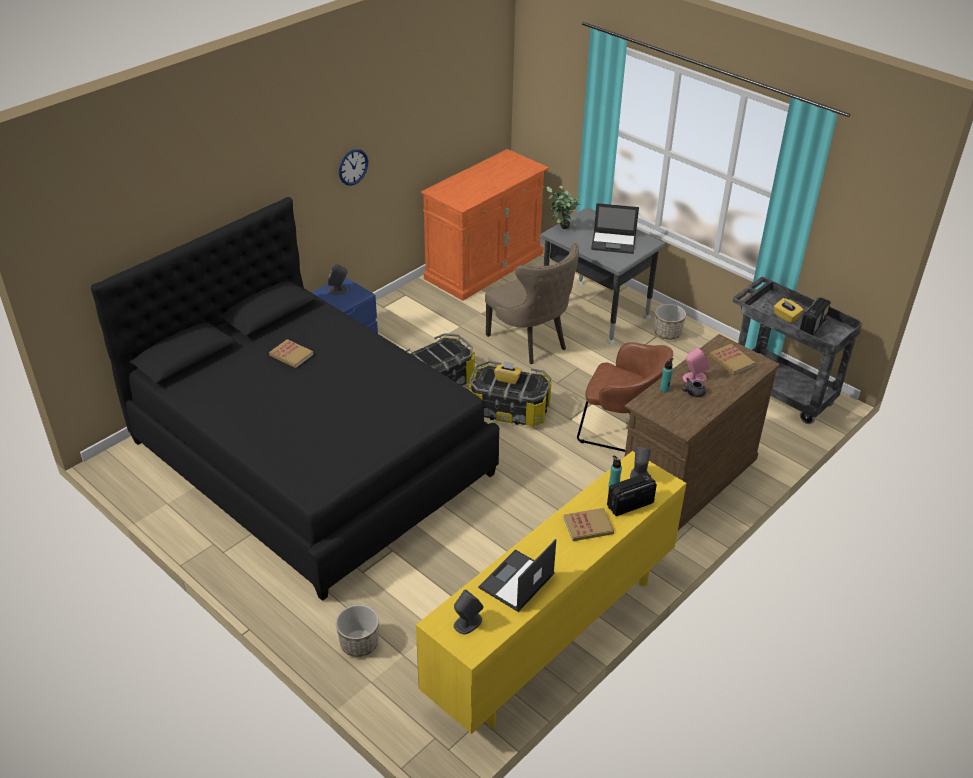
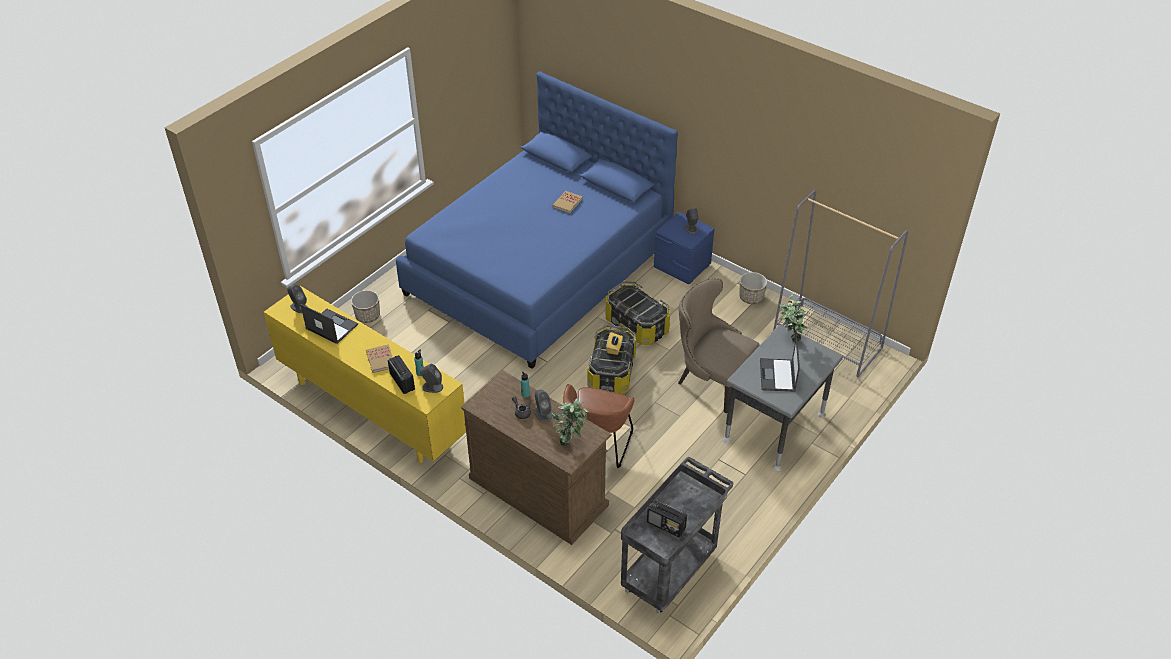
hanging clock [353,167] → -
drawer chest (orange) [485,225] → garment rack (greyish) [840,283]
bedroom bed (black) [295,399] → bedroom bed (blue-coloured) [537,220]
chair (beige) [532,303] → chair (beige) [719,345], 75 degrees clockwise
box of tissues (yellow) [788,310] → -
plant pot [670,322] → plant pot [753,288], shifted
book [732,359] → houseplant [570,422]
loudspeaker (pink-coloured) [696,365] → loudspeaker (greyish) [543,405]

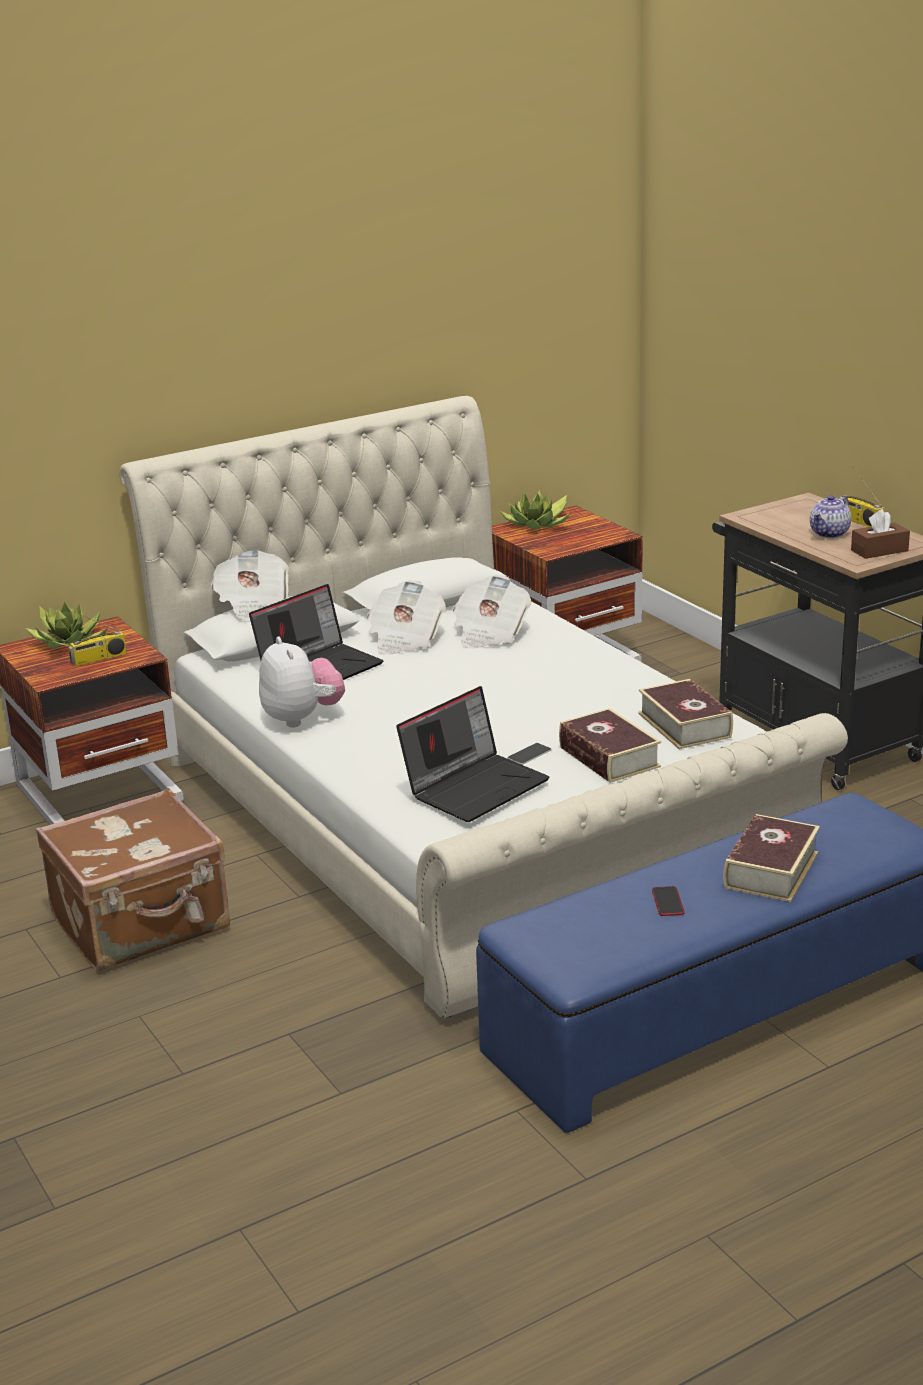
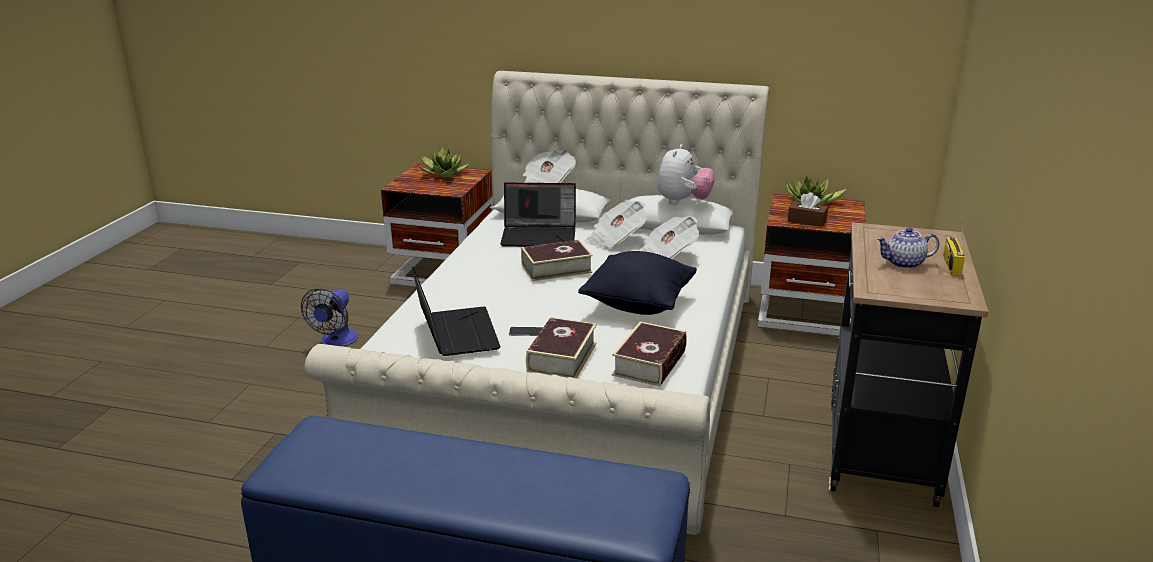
box of tissues (brown) [880,534] → box of tissues (brown) [808,209], shifted
radio receiver [97,639] → -
soft toy [302,682] → soft toy [686,174], shifted
notebook computer [473,754] → notebook computer [456,311], 105 degrees counterclockwise
piece of luggage (brown) [133,879] → fan [329,318]
book [771,858] → book [556,260], shifted
phone [668,901] → -
- → throw pillow (black) [637,283]

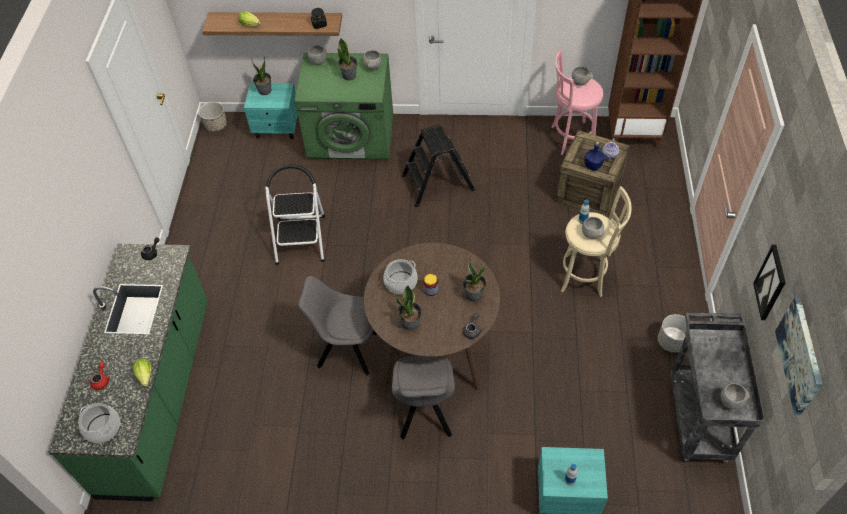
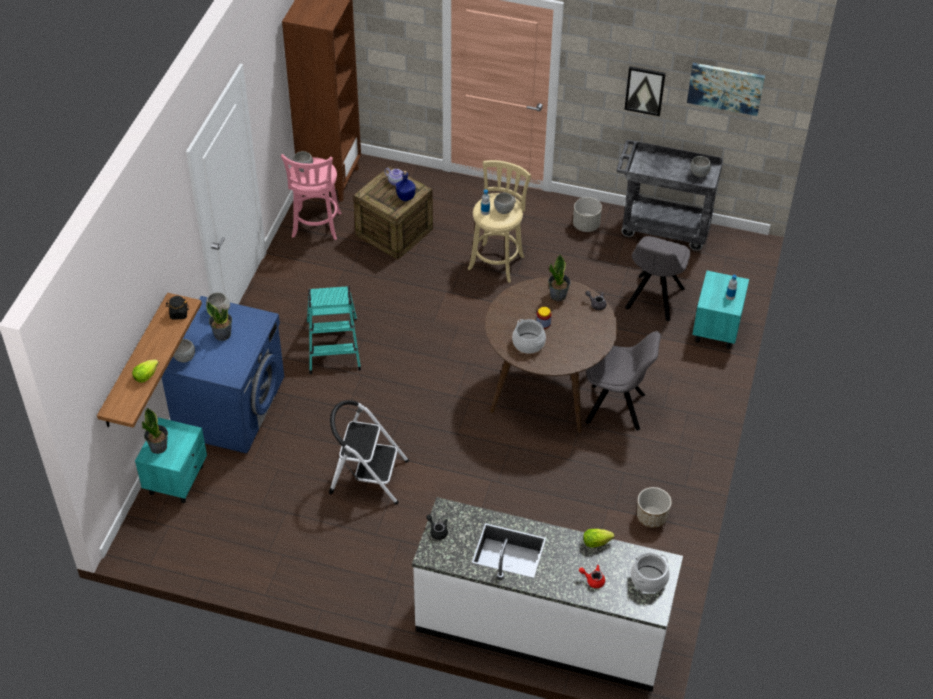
laundry machine (green-coloured) [343,106] → laundry machine (blue-coloured) [222,374]
plant pot [212,117] → plant pot [654,507], shifted
stepladder (black) [438,165] → stepladder (turquoise) [334,330]
kitchen base unit (green-coloured) [128,373] → kitchen base unit (white) [547,594]
chair (greyish) [337,325] → chair (greyish) [657,278], shifted
houseplant [409,308] → -

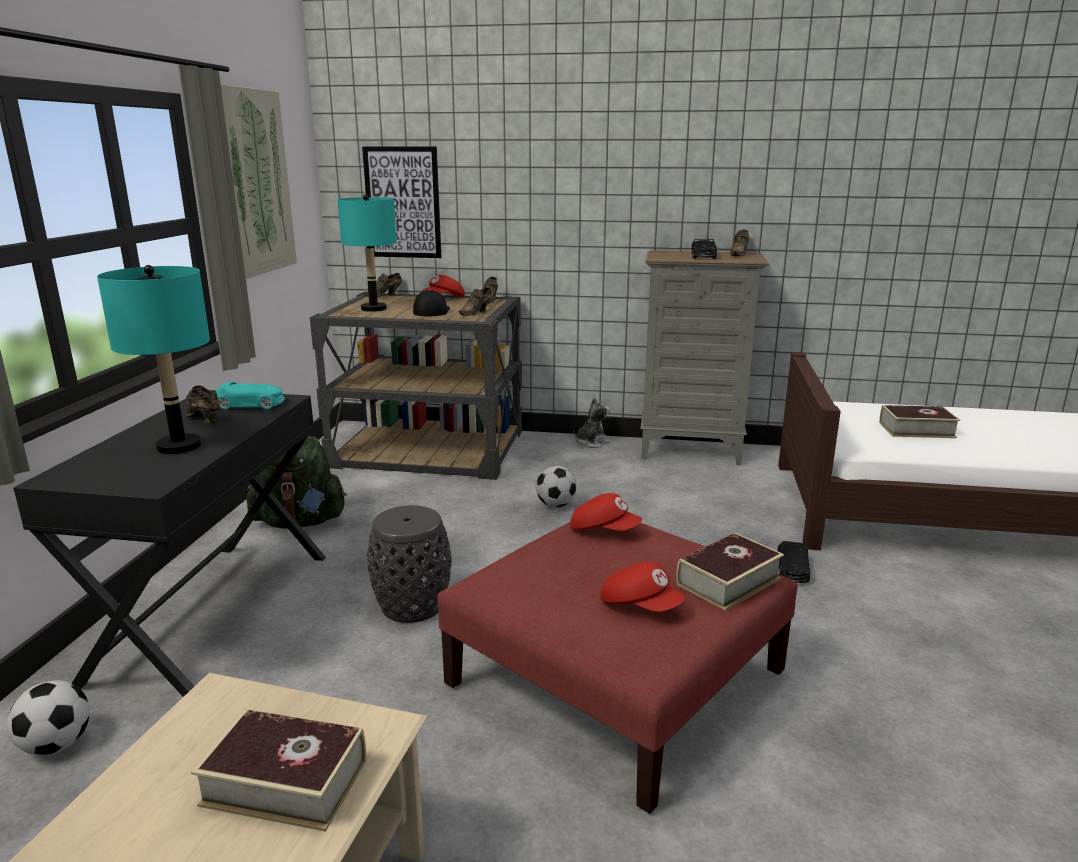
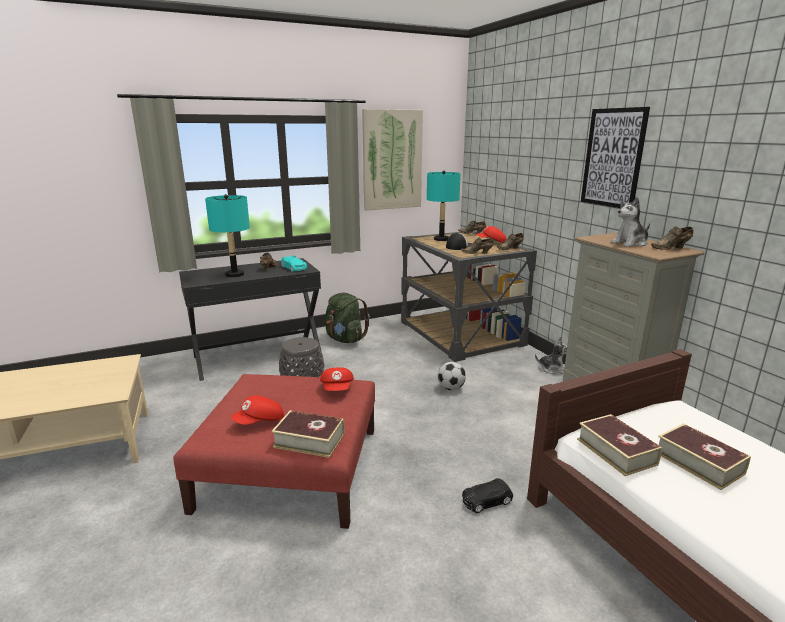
picture [401,202] → picture [615,157], shifted
model car (black) [704,249] → soft toy [630,222]
cap (reddish) [642,587] → cap (reddish) [257,410], 45 degrees clockwise
football ball [48,718] → -
book [278,770] → book [619,445], shifted

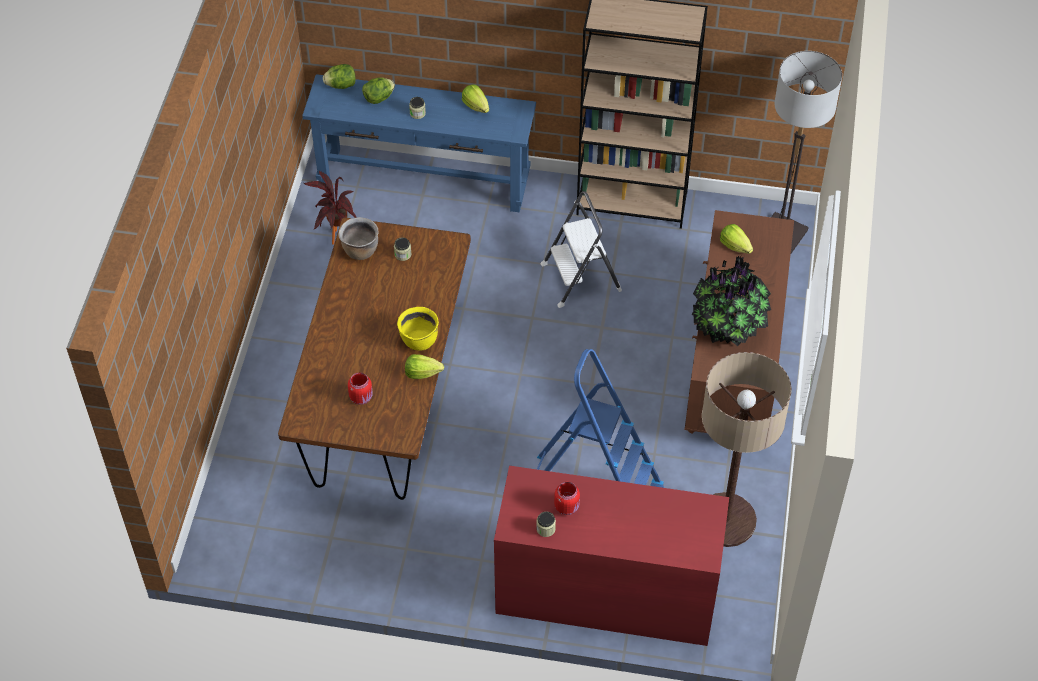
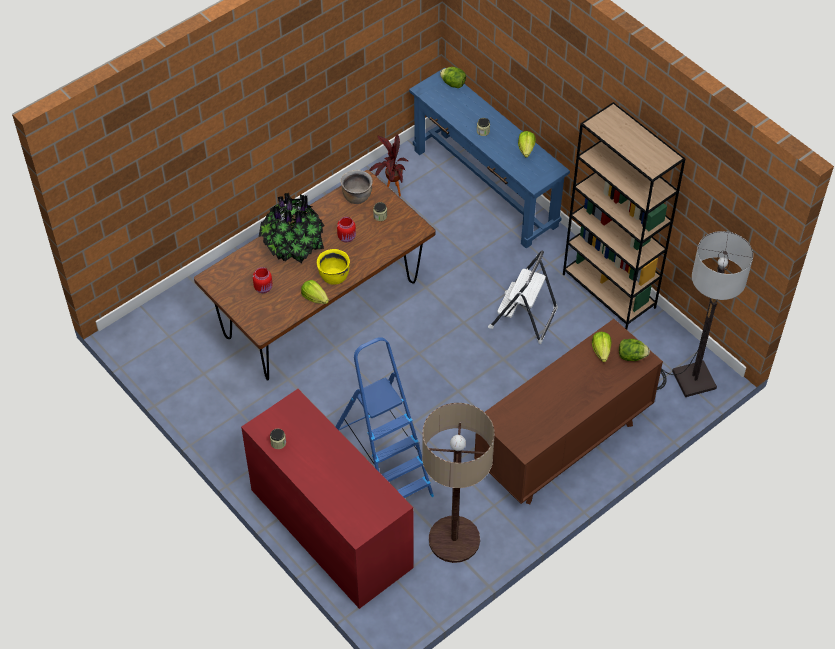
lettuce [378,90] → lettuce [634,350], shifted
houseplant [731,301] → houseplant [291,228], shifted
storage jar (reddish) [567,498] → storage jar (reddish) [346,229], shifted

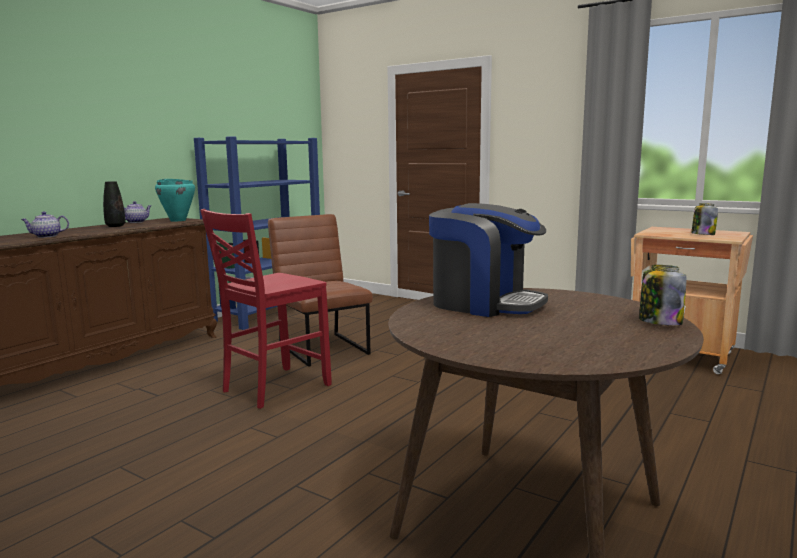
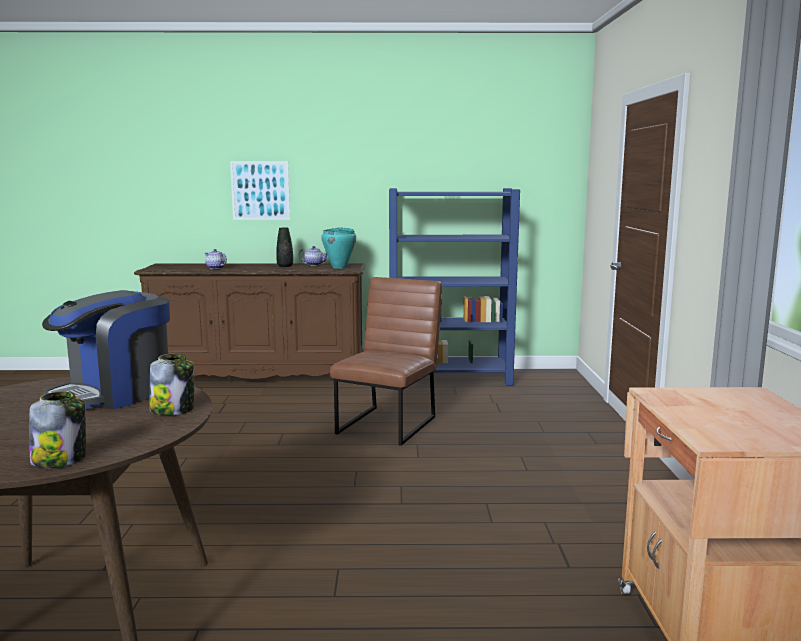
coffee brewer [488,260] → coffee brewer [106,349], 45 degrees clockwise
storage jar [704,219] → storage jar [172,384], shifted
chair (reddish) [266,309] → -
- → picture [260,190]

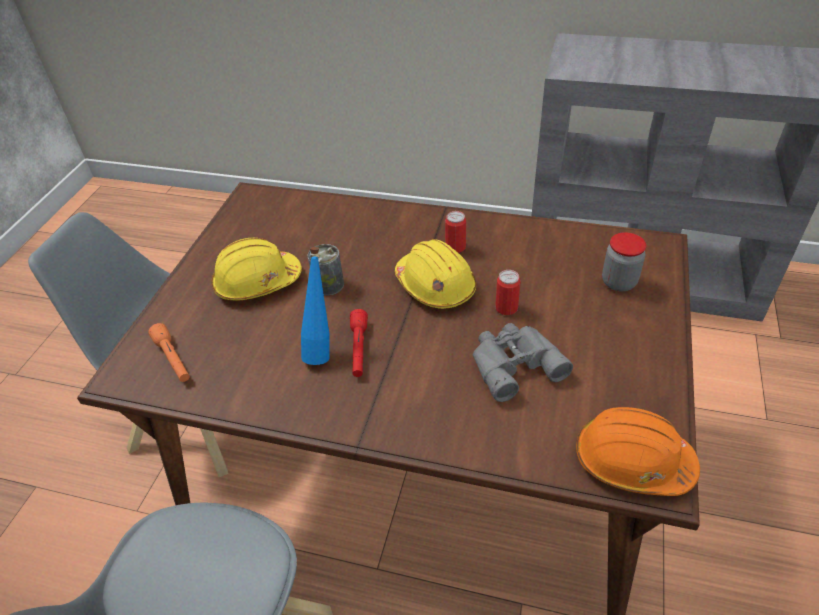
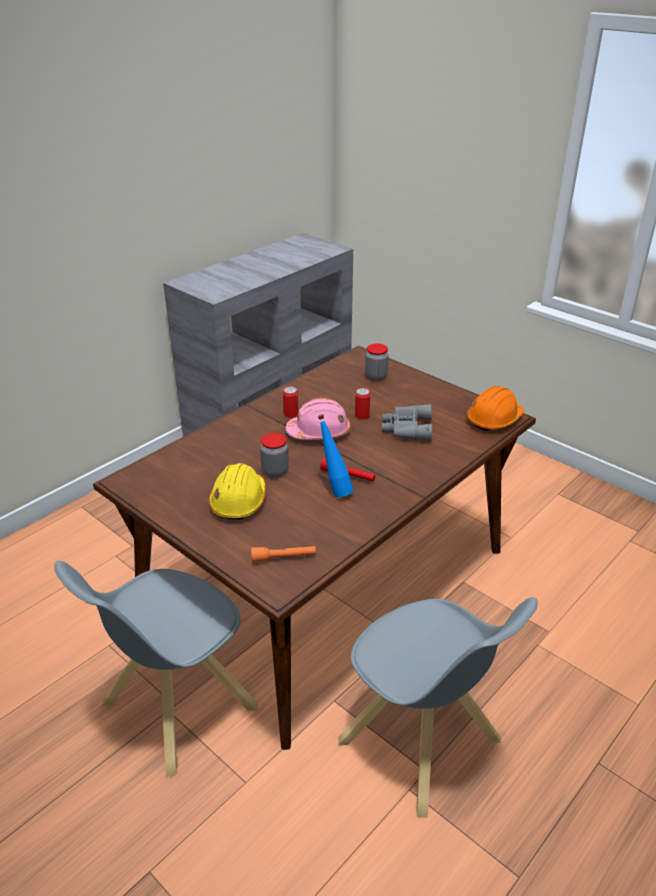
hard hat (yellow) [435,274] → hard hat (pink-coloured) [318,419]
sealed can [325,270] → storage jar [274,455]

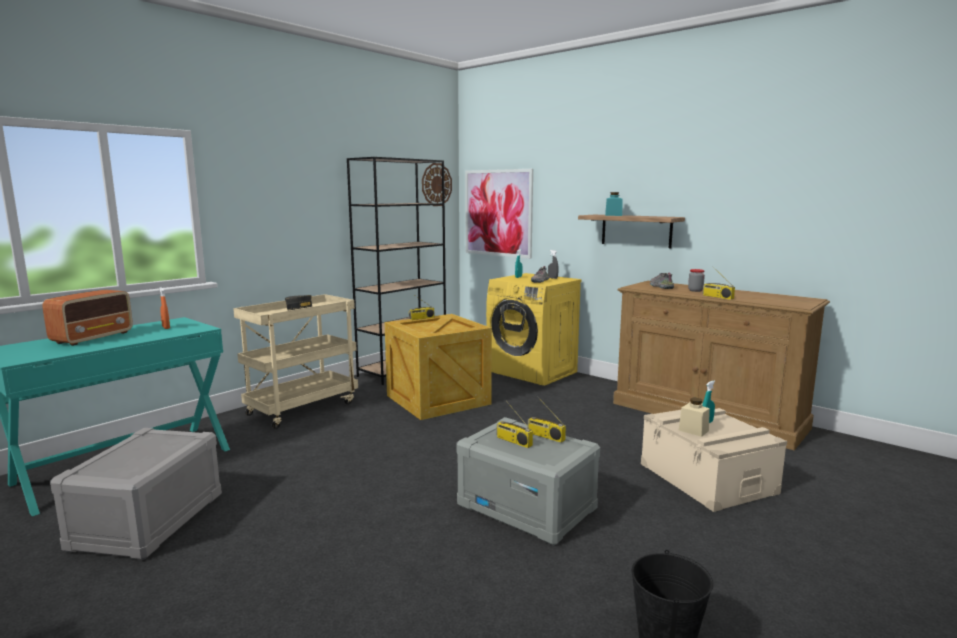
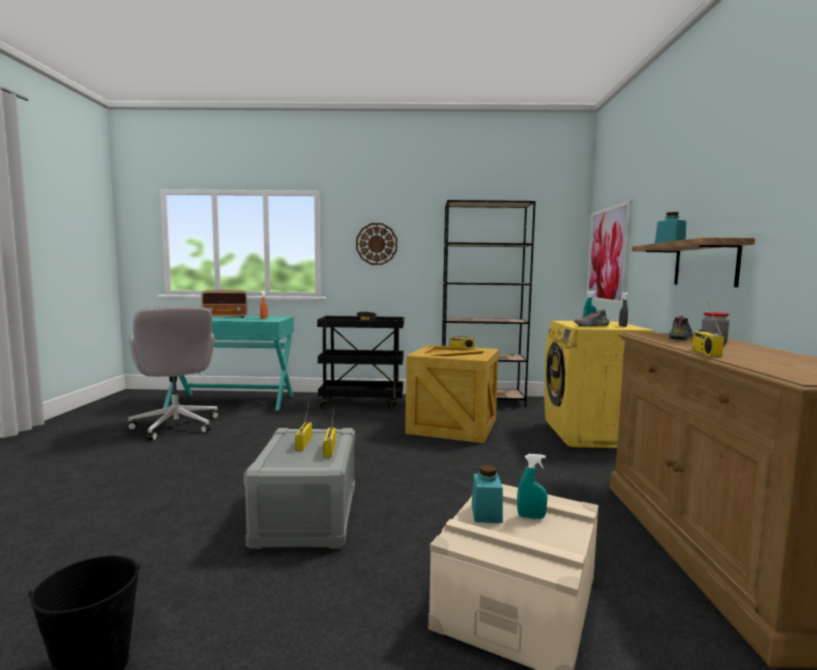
hanging clock [437,184] → hanging clock [376,244], shifted
cart (beige) [295,361] → cart (black) [360,363]
storage jar (beige) [694,417] → storage jar (turquoise) [487,494]
storage box (greyish) [136,494] → computer chair (greyish) [173,373]

